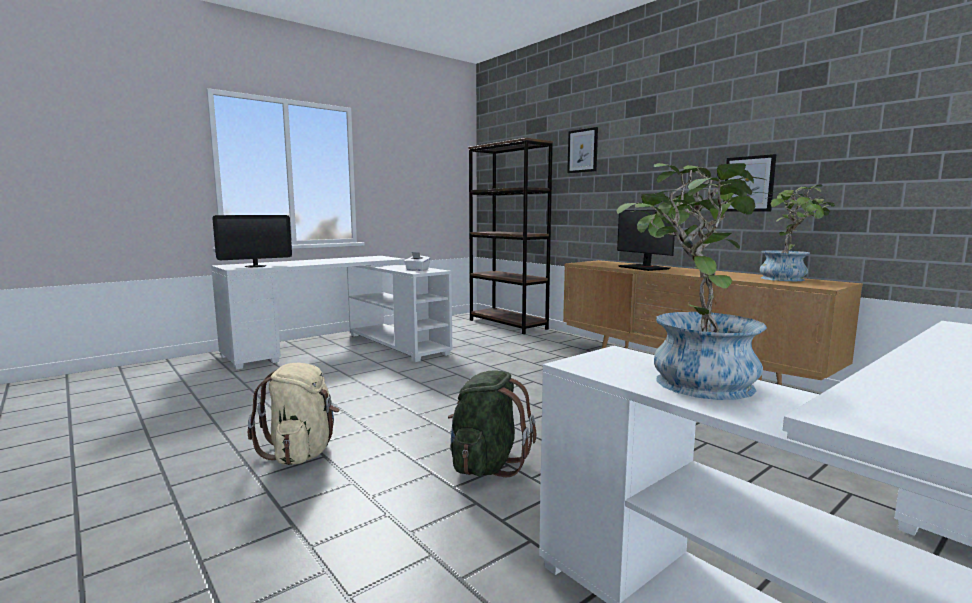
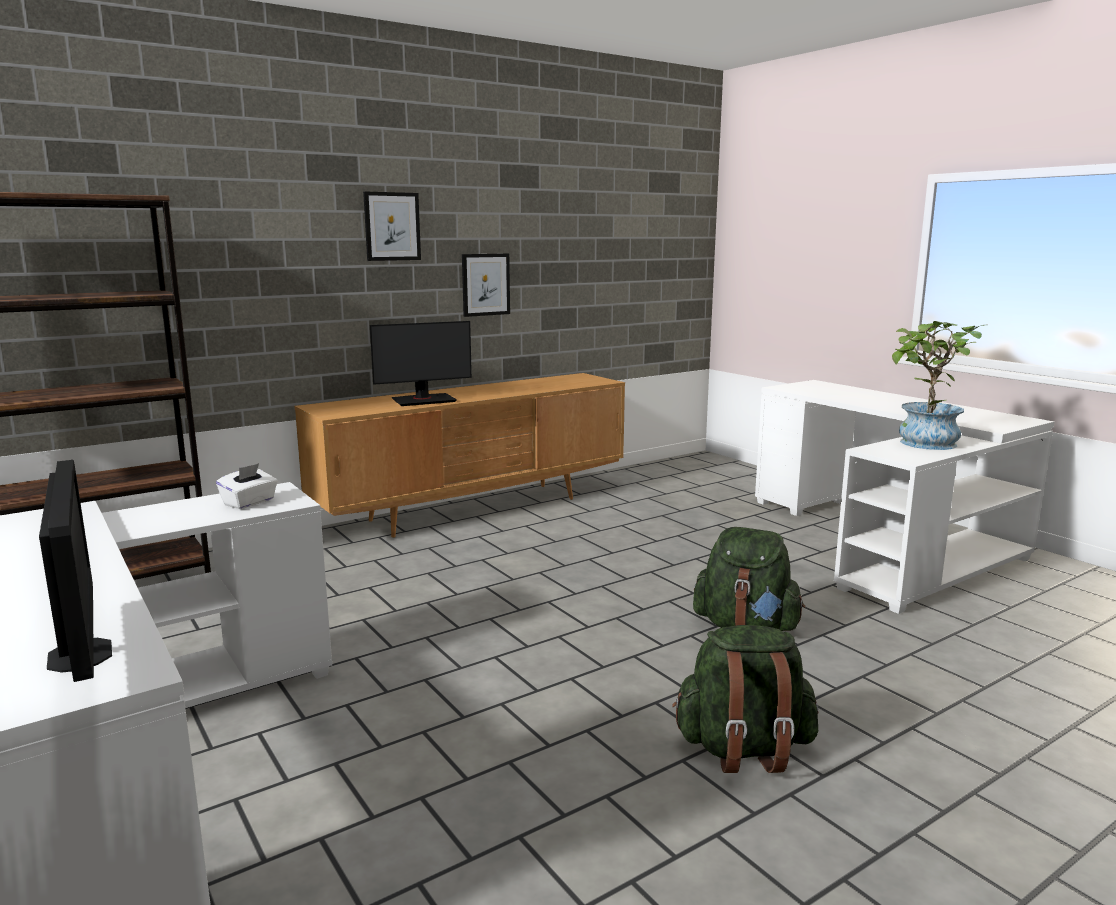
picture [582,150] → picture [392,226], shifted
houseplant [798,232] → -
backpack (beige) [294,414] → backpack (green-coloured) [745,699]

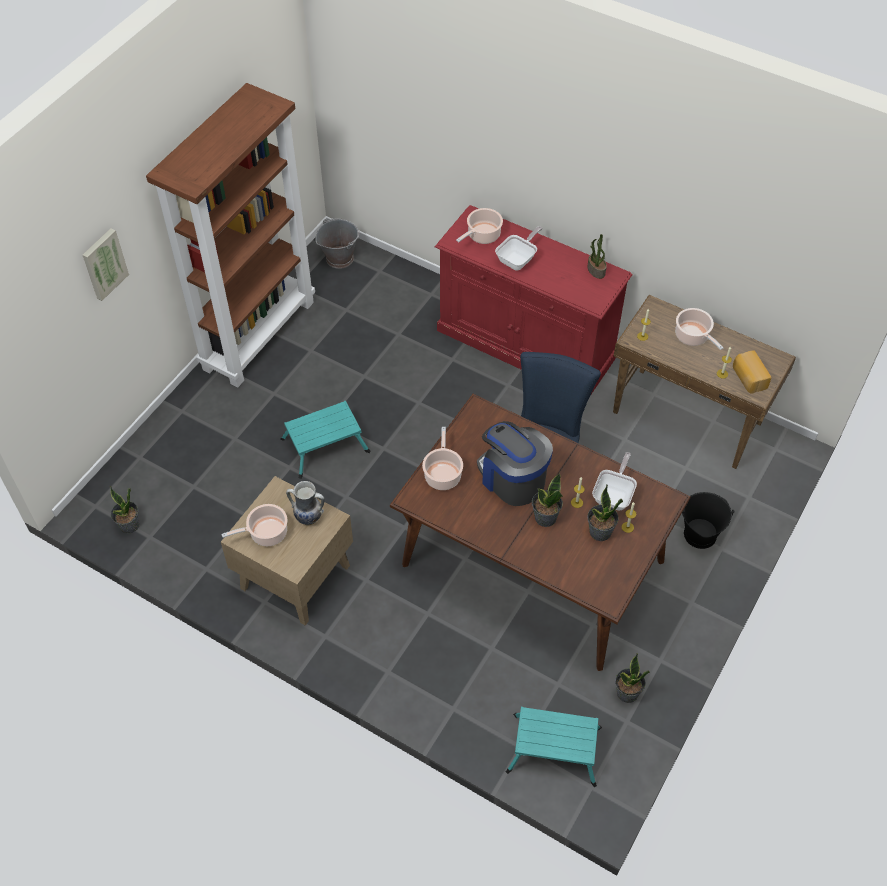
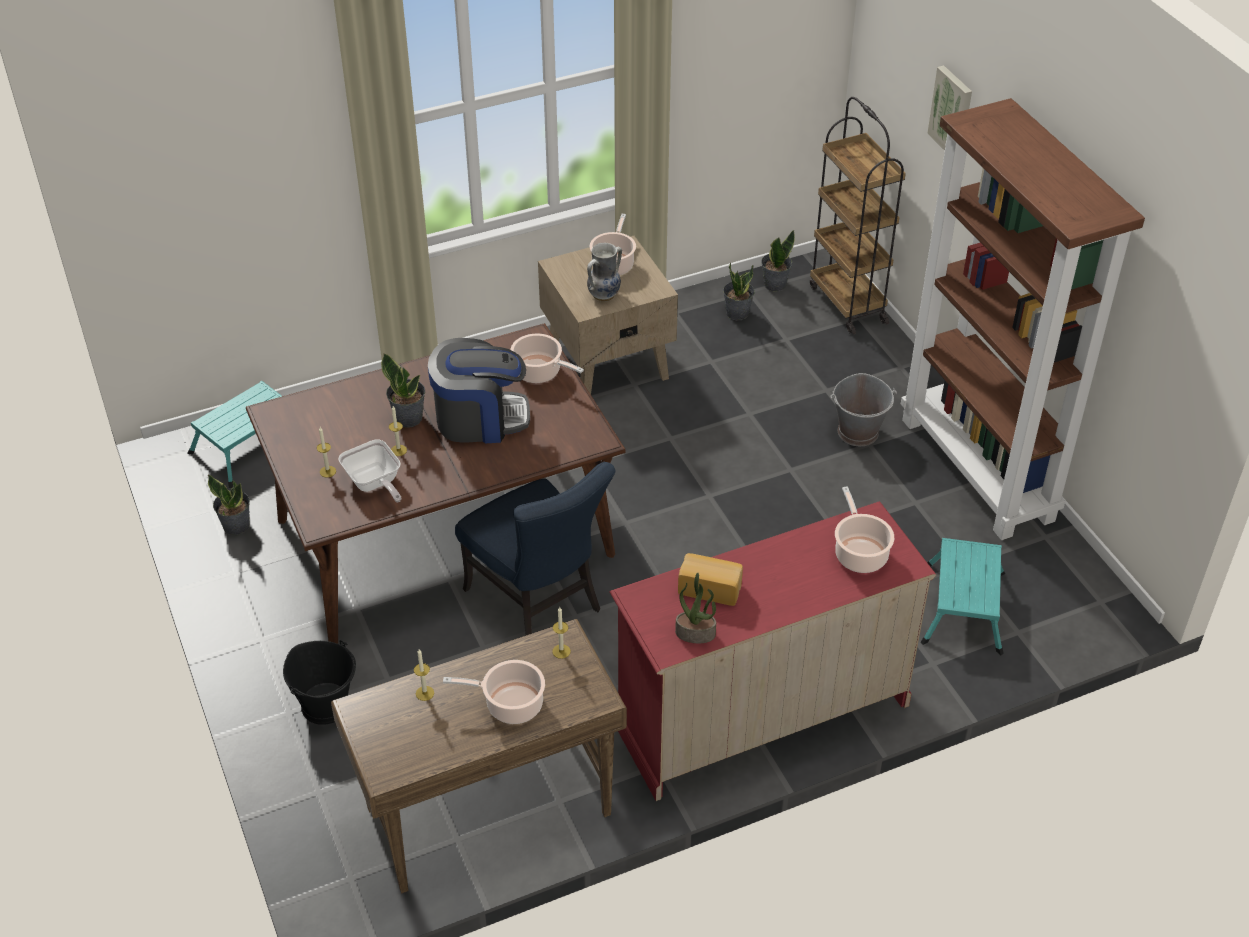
pail (greyish) [337,243] → pail (greyish) [863,409], shifted
skillet [519,248] → -
bread [752,372] → bread [710,579], shifted
stepladder (turquoise) [325,440] → stepladder (turquoise) [962,596], shifted
houseplant [605,513] → houseplant [739,291], shifted
- → cart (brown) [858,215]

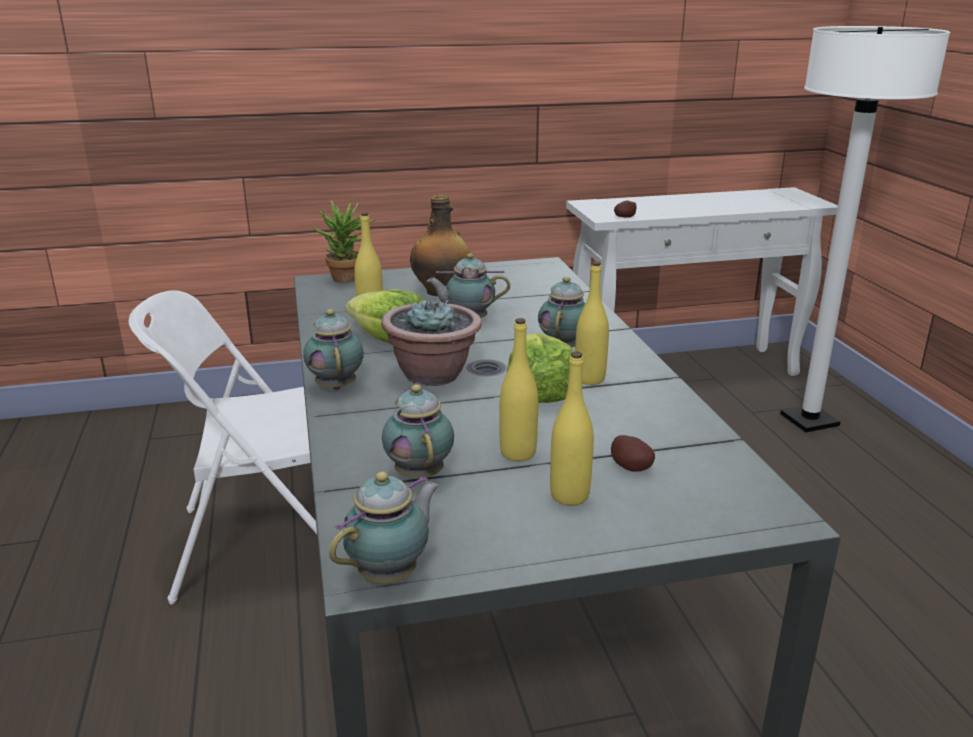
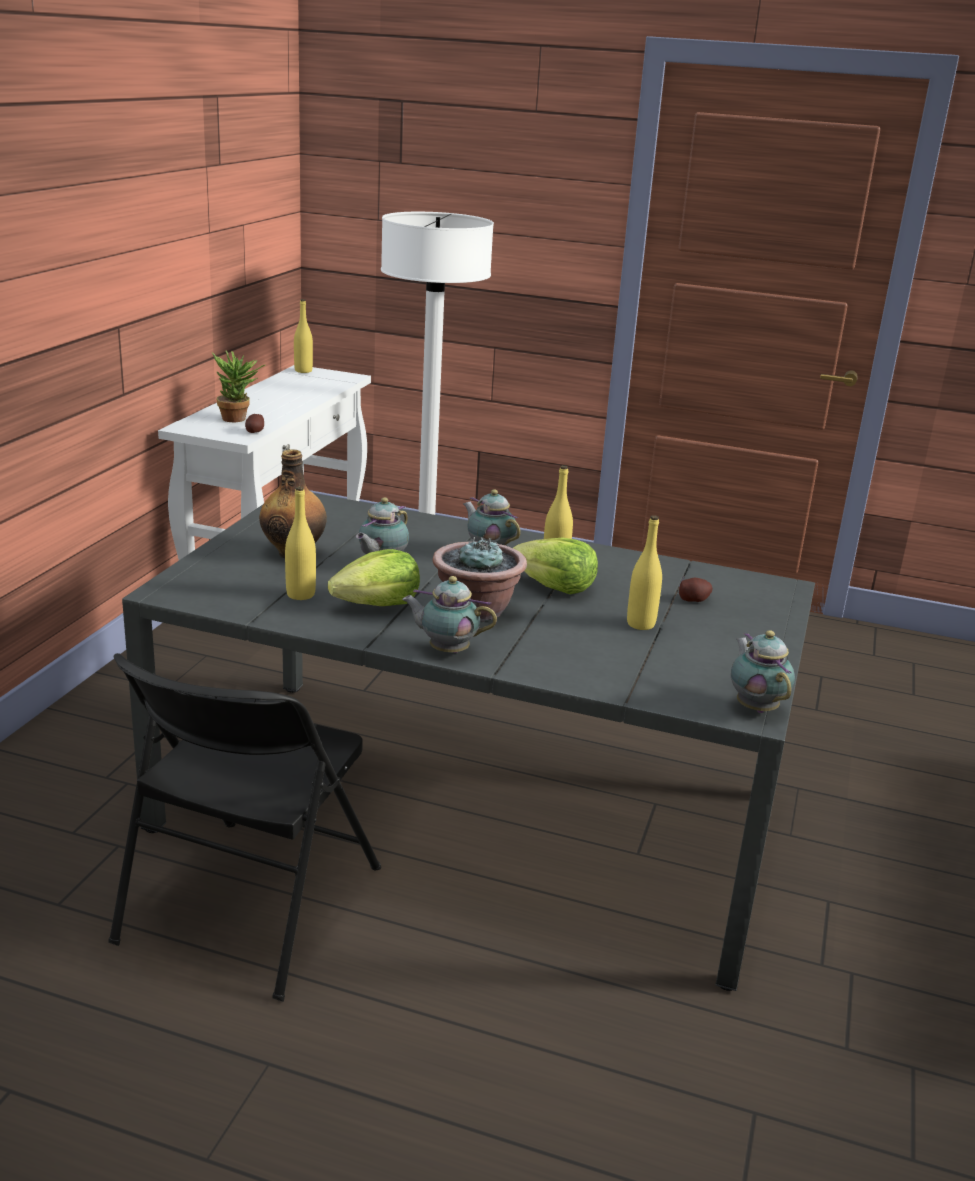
houseplant [344,241] → houseplant [238,386], shifted
chair (white) [223,447] → chair (black) [244,827]
beverage bottle (yellow) [572,428] → beverage bottle (yellow) [303,336], shifted
tea pot [418,431] → -

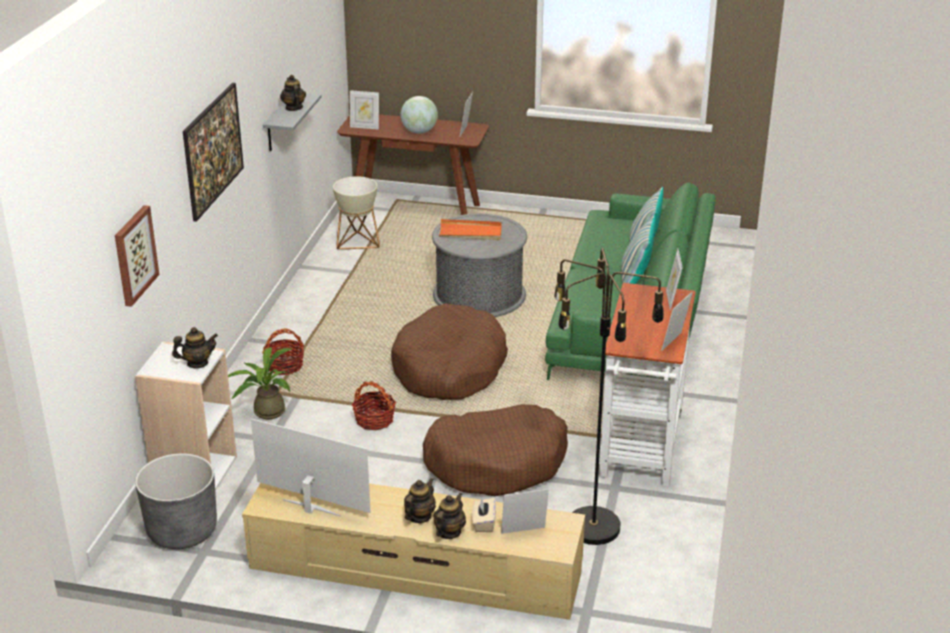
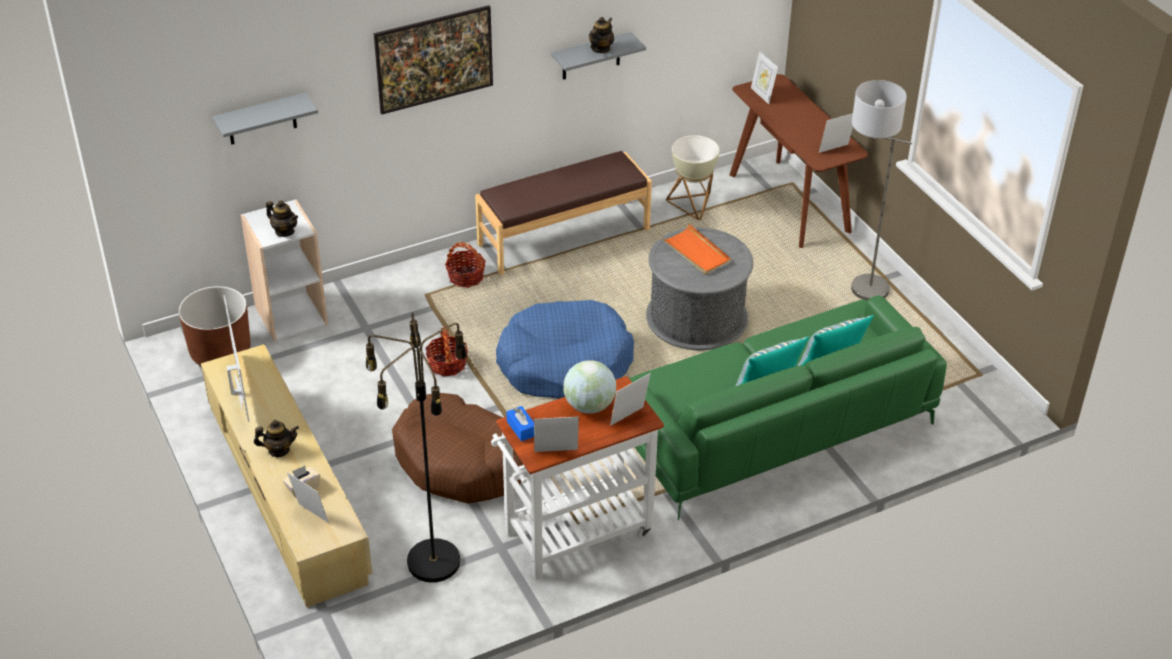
desk globe [419,115] → desk globe [589,387], shifted
picture [137,256] → shelf (greyish) [265,119]
dog bed (brown) [449,351] → dog bed (blue-coloured) [565,349]
houseplant [263,383] → -
plant pot (greyish) [176,501] → plant pot (brown) [214,326]
tea pot [449,515] → -
- → standing lamp (greyish) [881,190]
- → indoor bench (brown) [563,213]
- → box of tissues (blue-coloured) [520,423]

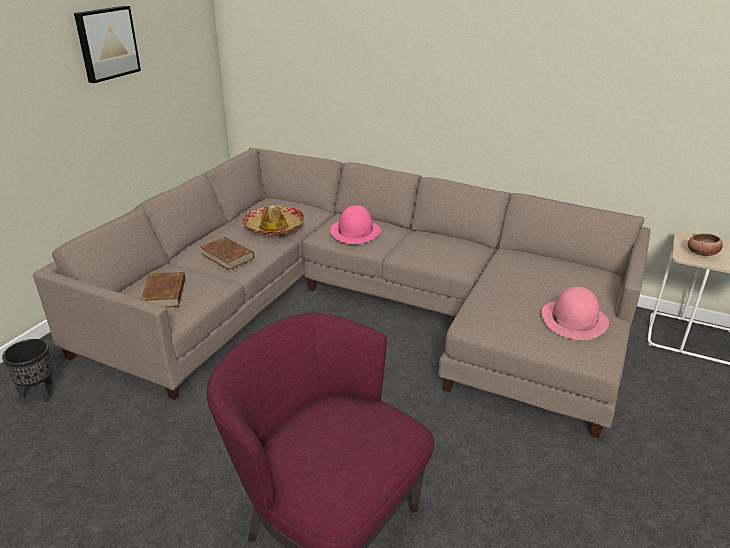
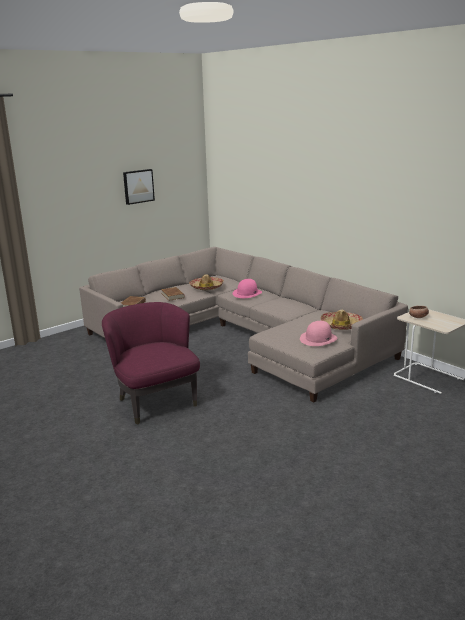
plant pot (black) [28,370] → -
- → wearable hat [342,320]

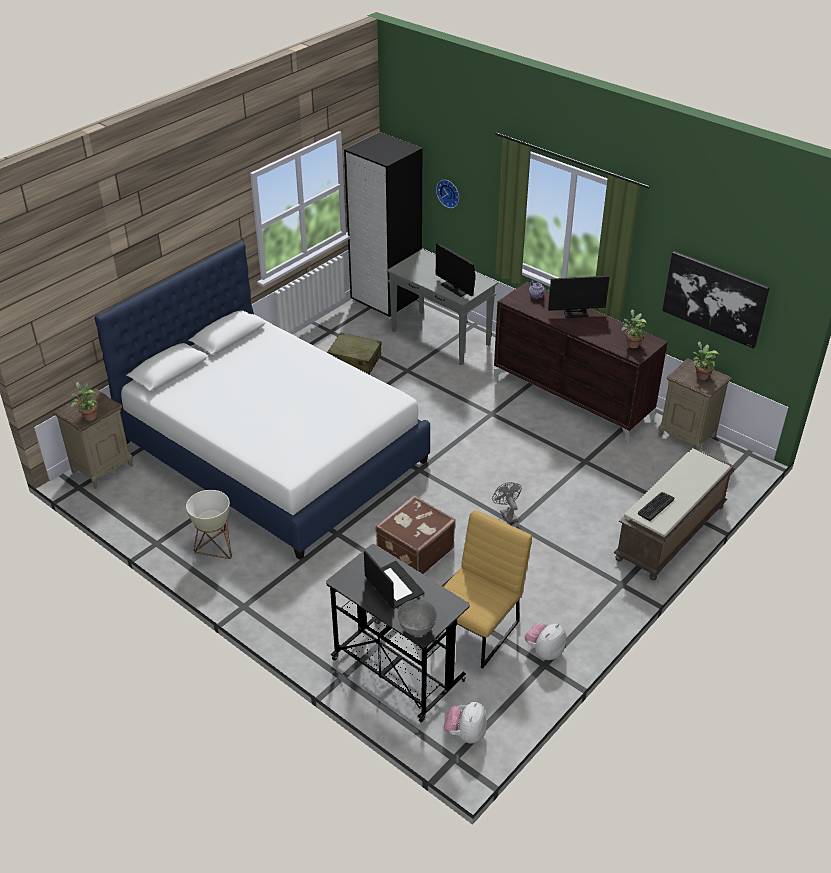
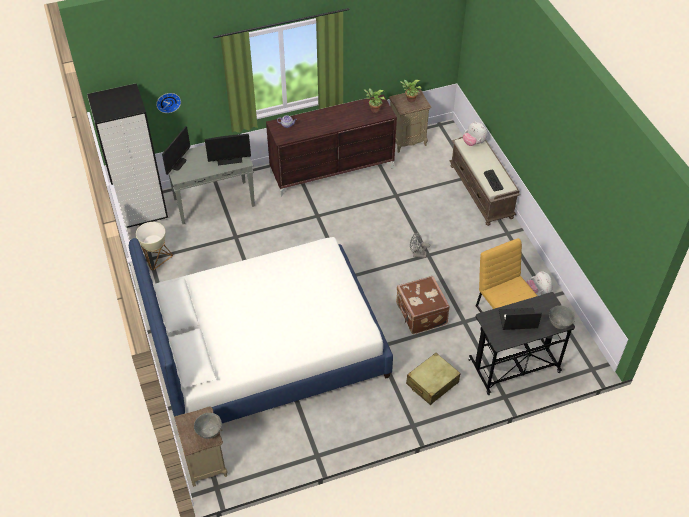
picture [716,300] → -
computer screen [579,297] → computer screen [176,150], shifted
piece of luggage (beige) [354,353] → piece of luggage (beige) [433,379], shifted
houseplant [84,401] → serving bowl (greyish) [208,426]
plant pot [209,524] → plant pot [154,246], shifted
soft toy [465,723] → soft toy [475,133], shifted

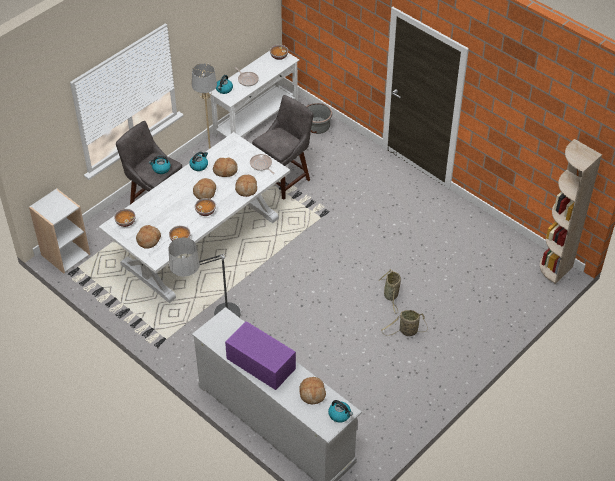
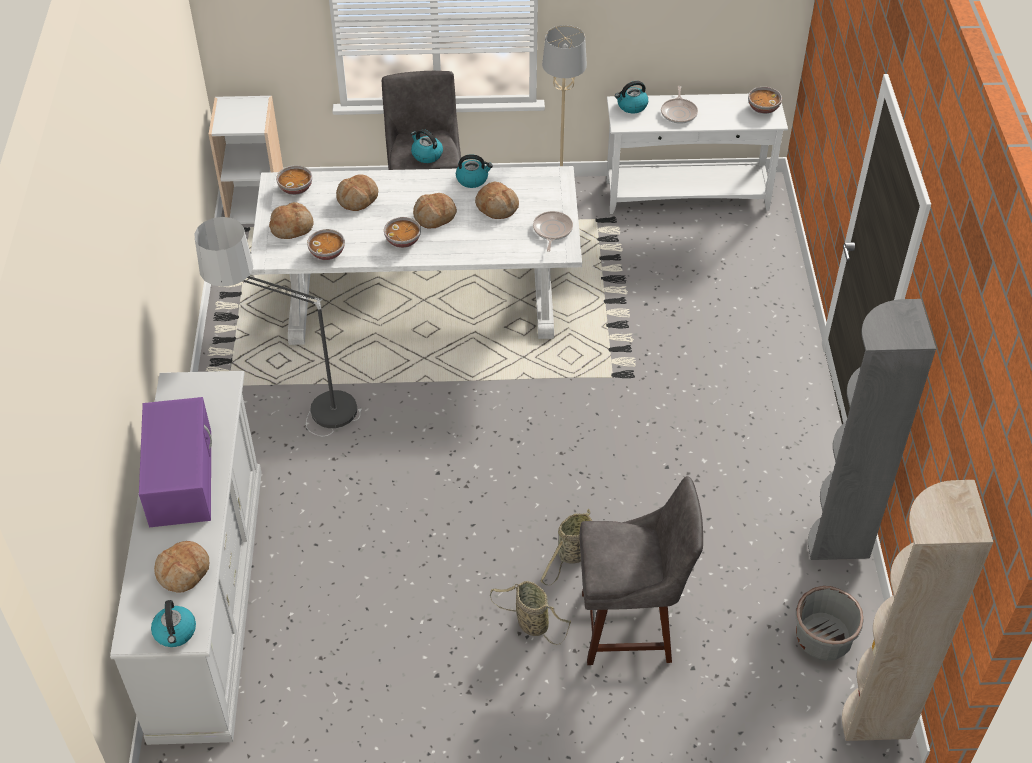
stool (greyish) [283,147] → stool (greyish) [641,570], shifted
plant pot (greyish) [319,118] → plant pot (greyish) [829,623], shifted
bread [246,186] → bread [357,192], shifted
- → bookcase (greyish) [872,429]

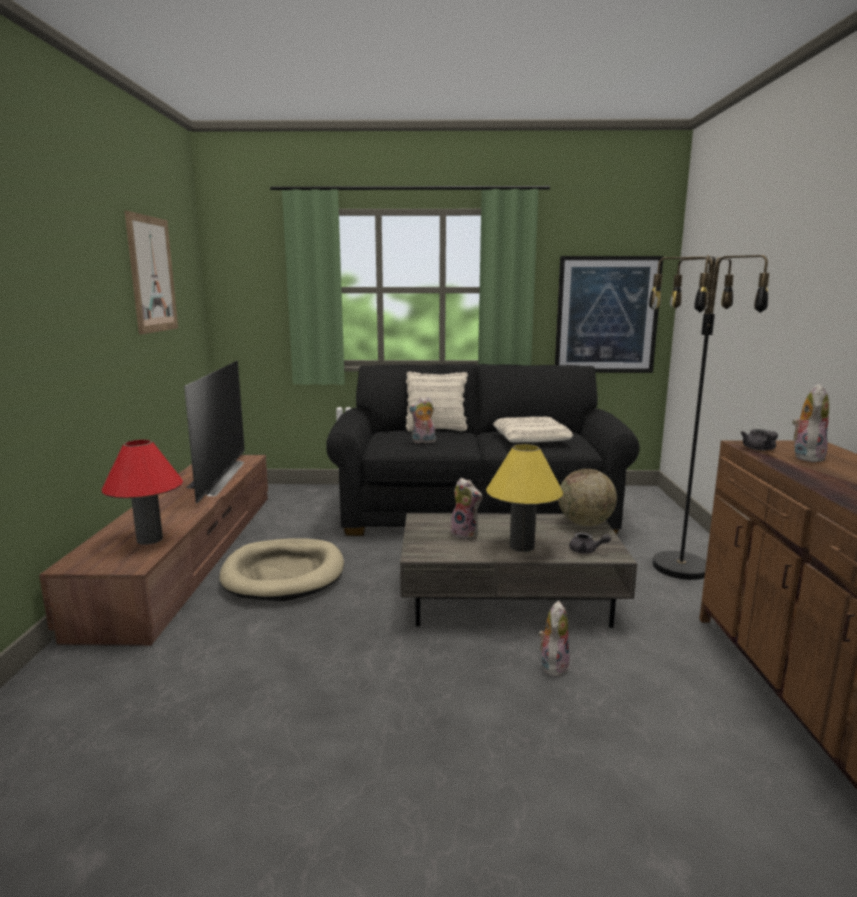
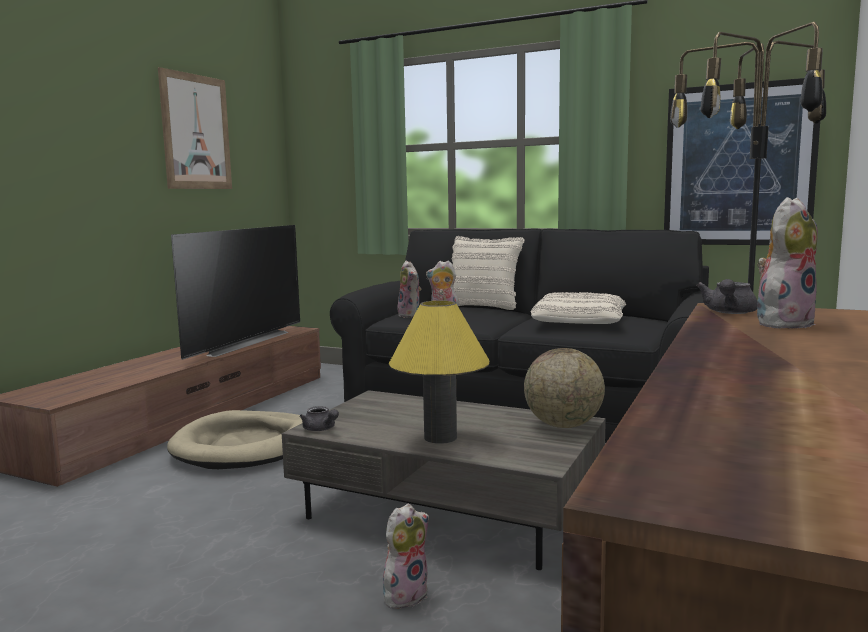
table lamp (reddish) [142,492] → -
soft toy [466,509] → soft toy [409,289], shifted
tea pot (greyish) [590,543] → tea pot (greyish) [319,418], shifted

